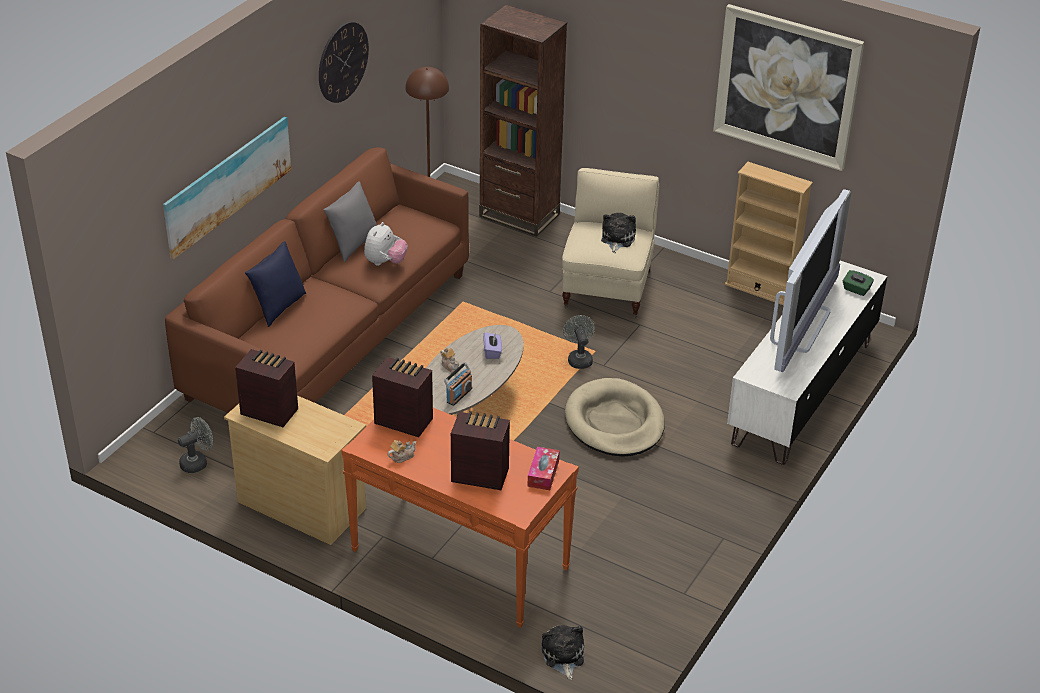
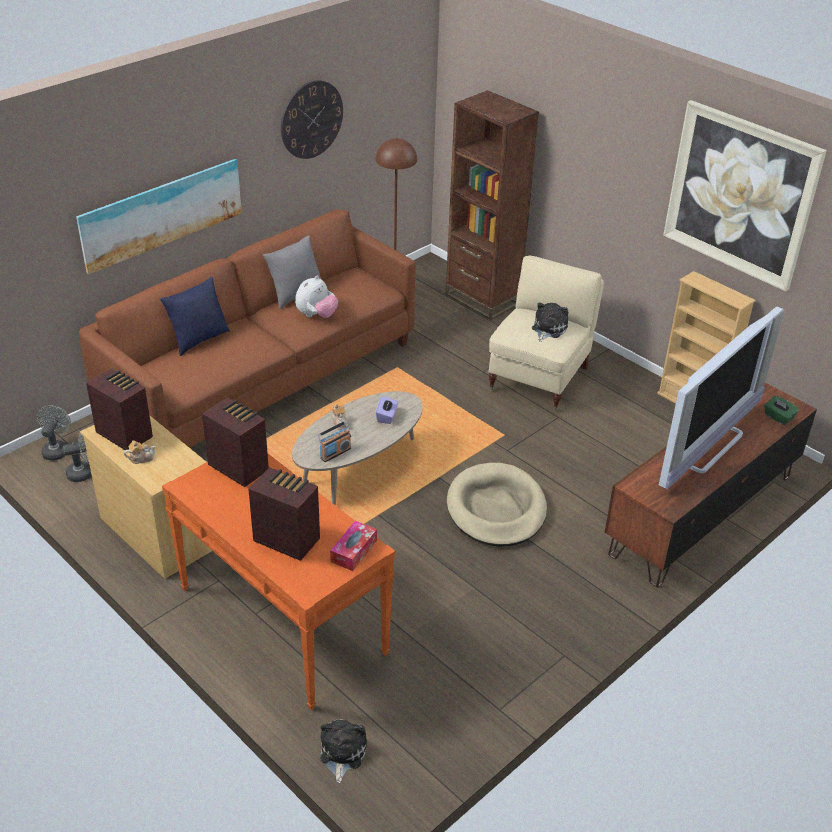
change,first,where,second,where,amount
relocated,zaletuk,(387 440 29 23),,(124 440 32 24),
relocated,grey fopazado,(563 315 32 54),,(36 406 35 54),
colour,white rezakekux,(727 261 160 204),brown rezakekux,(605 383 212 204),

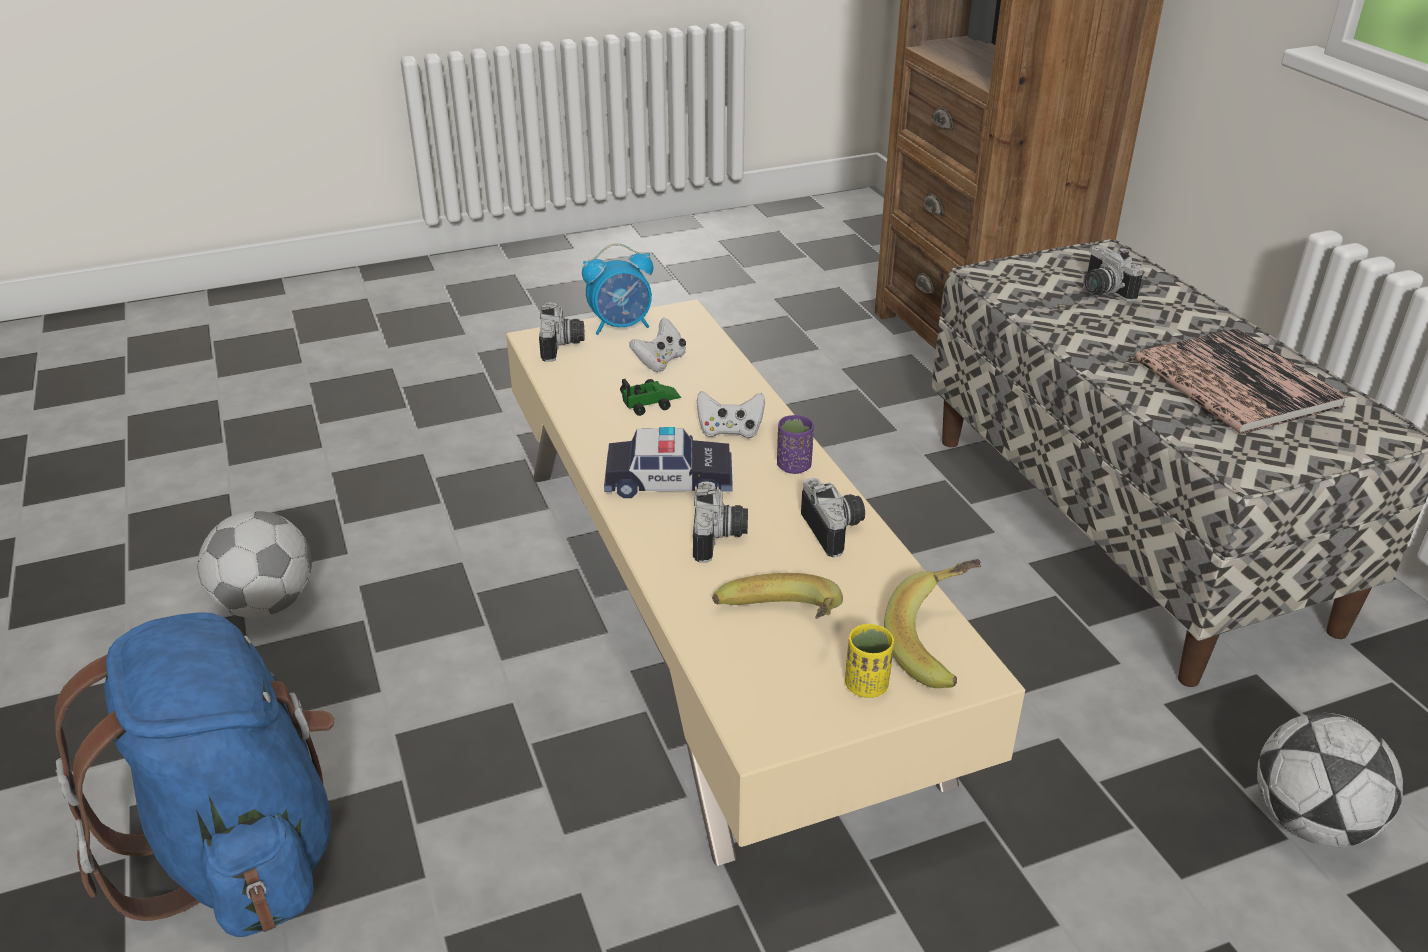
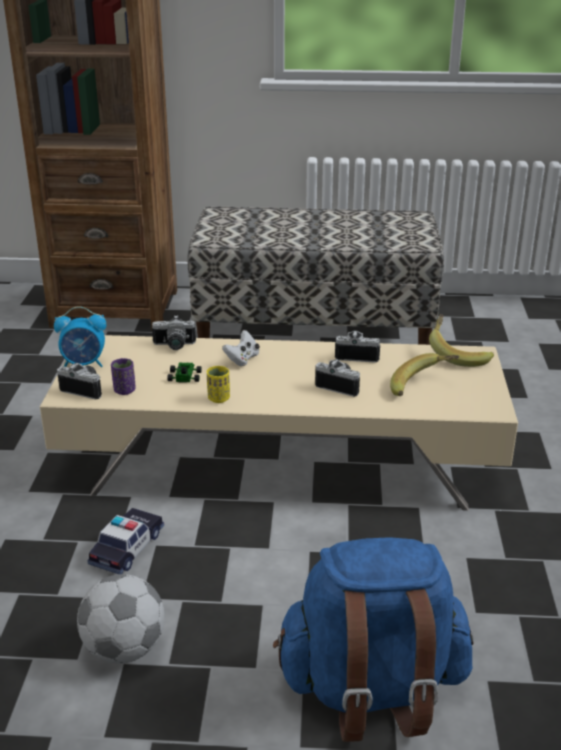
change,first,where,second,where,amount
spun,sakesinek,(582 243 71 92),,(54 306 52 61),75 degrees clockwise
relocated,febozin,(604 427 129 71),,(87 508 77 66),
missing,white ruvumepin,(629 317 57 55),,,
relocated,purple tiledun,(777 415 37 59),,(111 358 25 37),
relocated,yellow tiledun,(845 624 49 74),,(207 366 23 37),
relocated,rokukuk,(1083 245 61 57),,(152 315 44 35),
missing,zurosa,(1135 328 213 106),,,
missing,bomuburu,(1257 713 146 134),,,

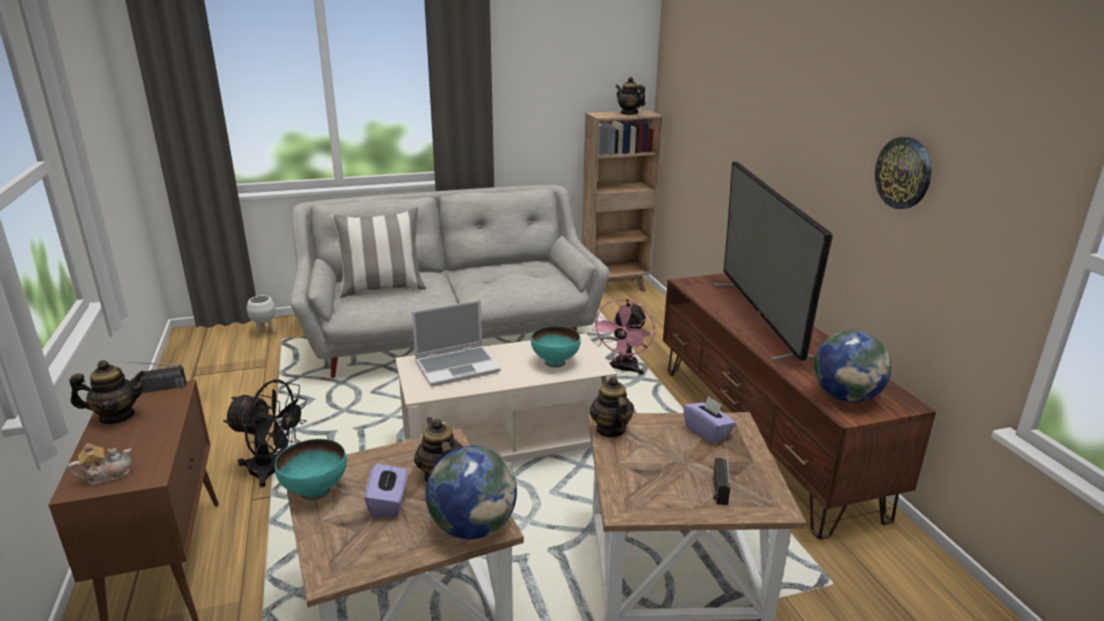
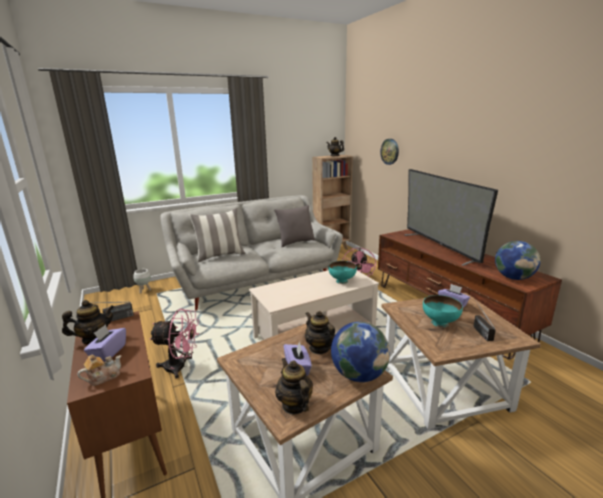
change,first,where,second,where,amount
colour,black fopazado,(223 379 84 108),pink fopazado,(149 309 50 70),
relocated,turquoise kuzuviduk,(275 439 72 62),,(423 295 40 32),
missing,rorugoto,(412 300 88 87),,,
relocated,zaletuk,(590 376 44 62),,(275 358 38 57),
relocated,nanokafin,(875 137 56 72),,(380 139 19 26),
appeared,,,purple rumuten,(84 324 42 38),
appeared,,,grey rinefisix,(274 205 42 42),

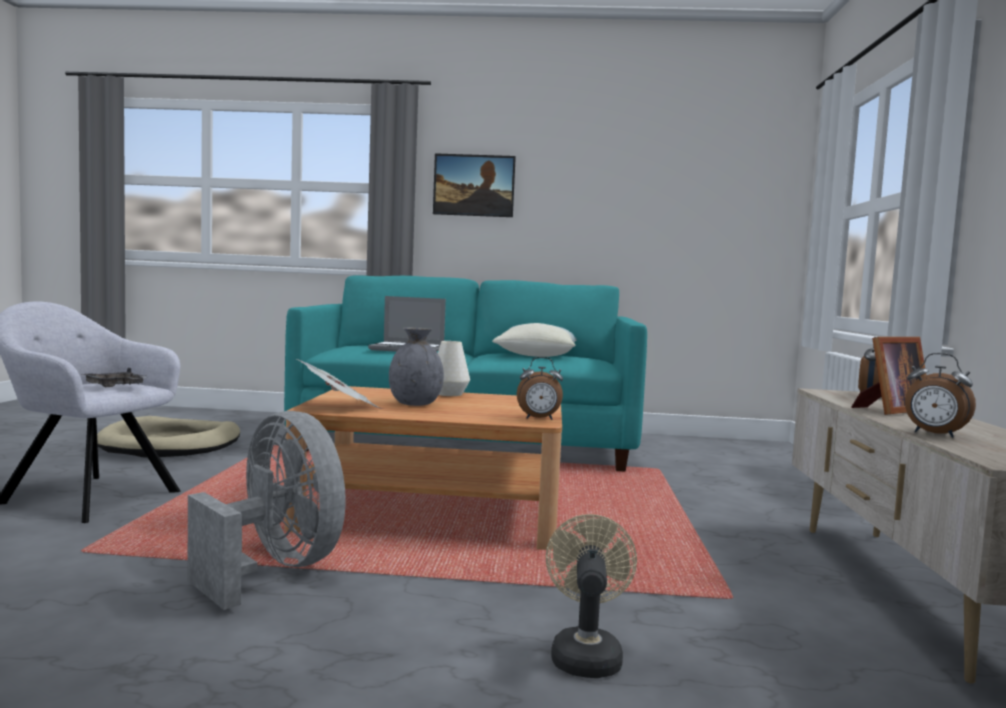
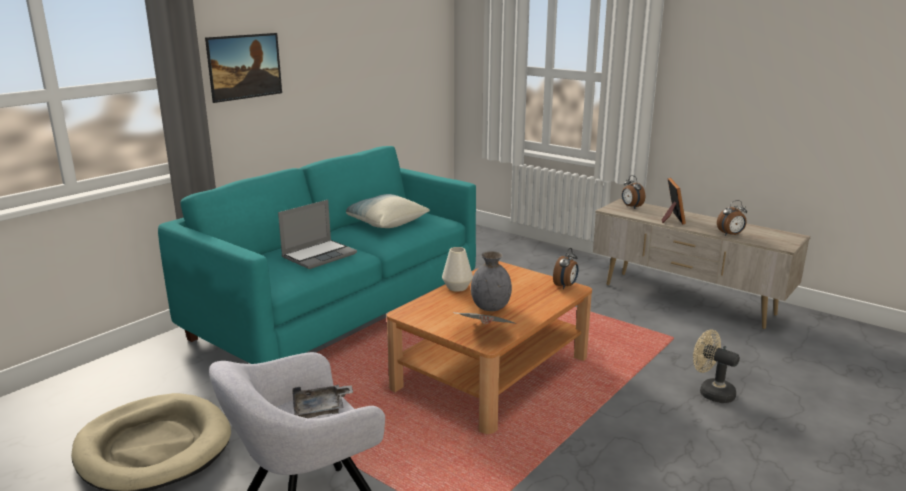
change,first,where,second,where,amount
missing,grey fopazado,(188 411 158 199),,,

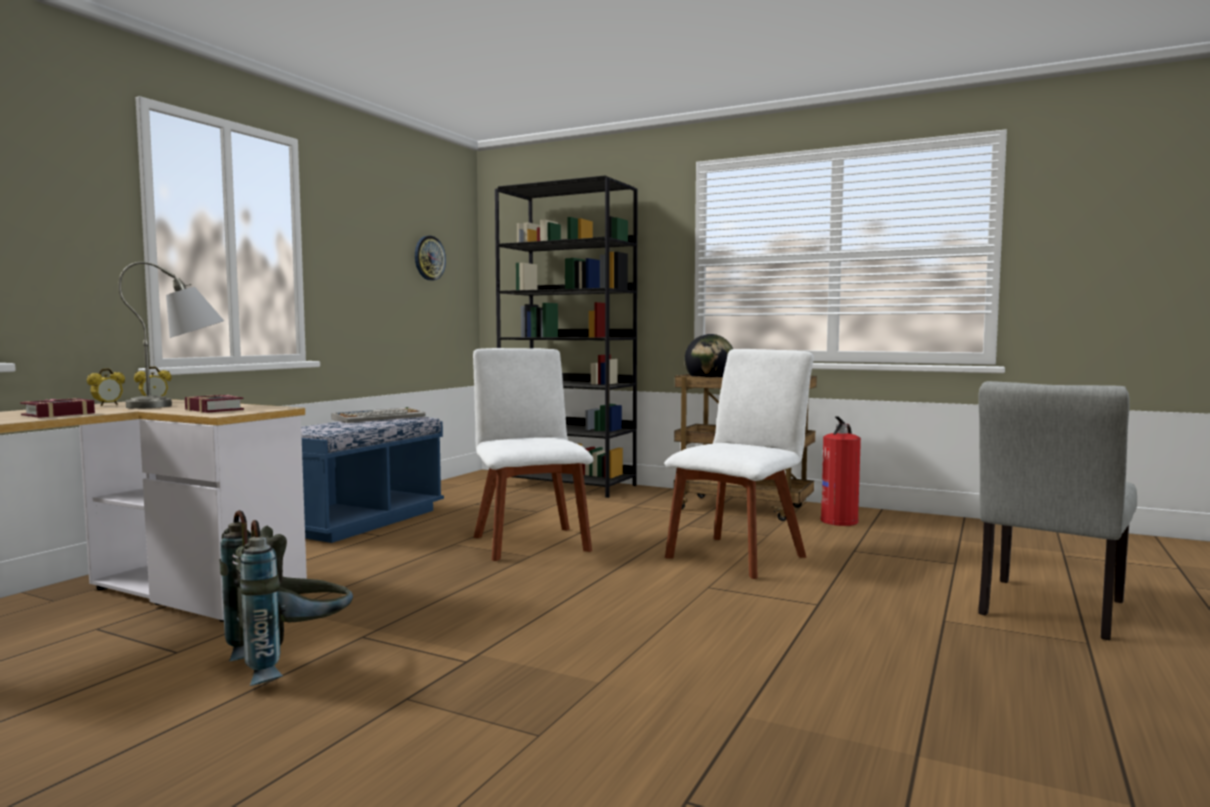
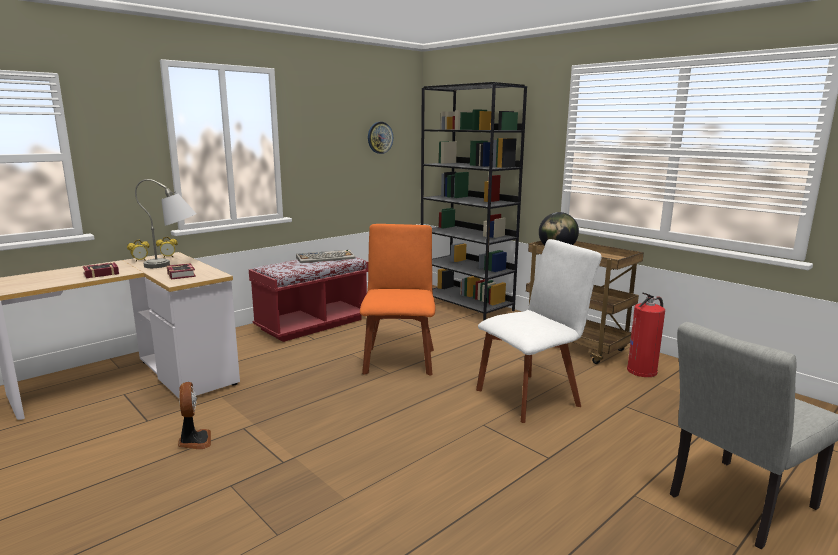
change,first,where,second,where,amount
exchanged,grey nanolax,(219 510 134 176),fopazado,(178 382 33 67),
colour,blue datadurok,(301 417 143 126),red datadurok,(249 257 119 85),
colour,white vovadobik,(473 348 120 213),orange vovadobik,(360 224 76 151),

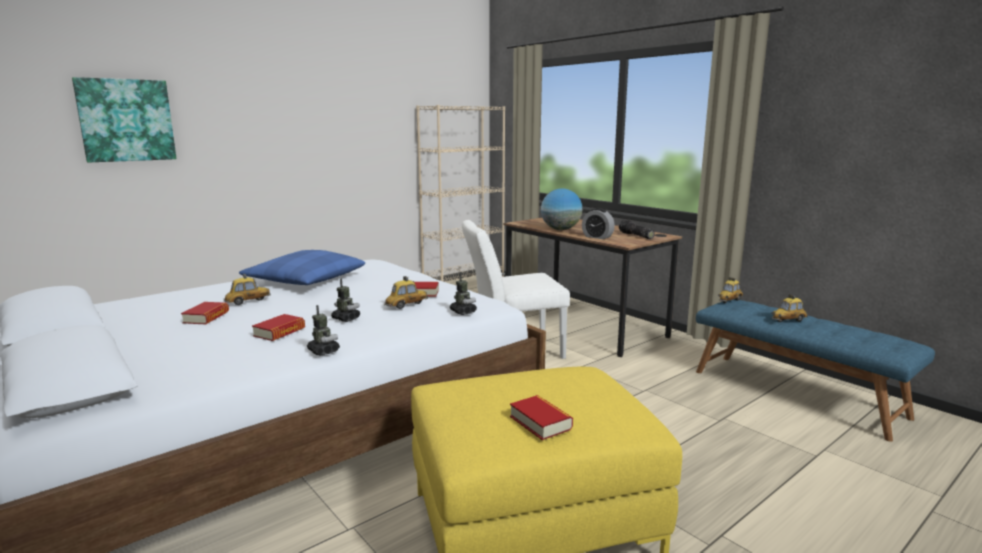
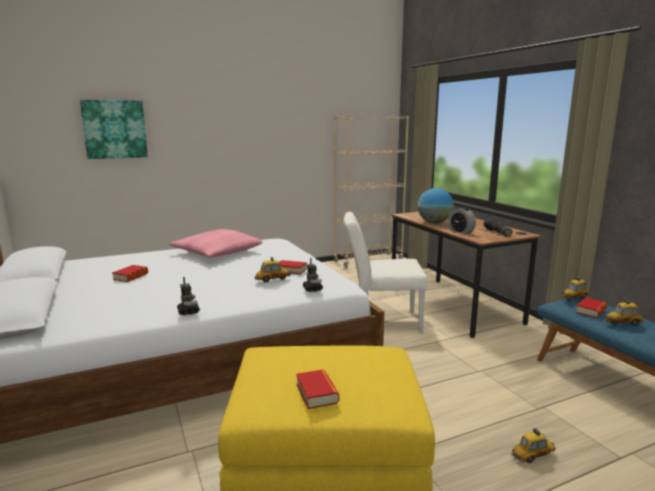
change,first,where,second,where,amount
relocated,febozin,(224 273 47 32),,(511 428 45 35),
colour,blue rinefisix,(239 250 126 35),pink rinefisix,(169 229 93 28),
relocated,zurosa,(252 314 53 27),,(576 297 31 21),
missing,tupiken,(331 279 29 43),,,

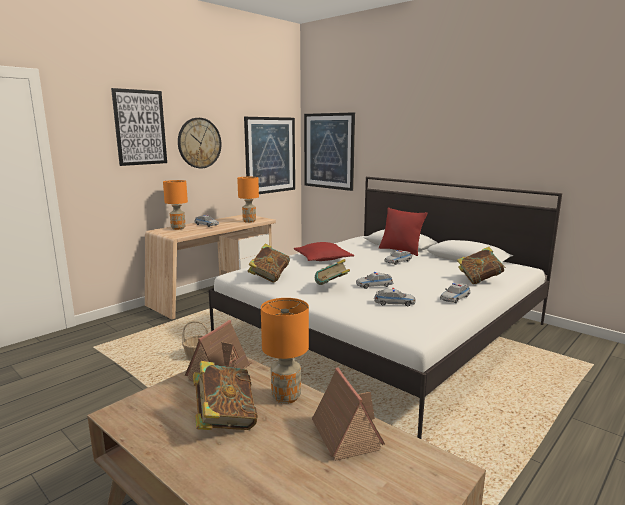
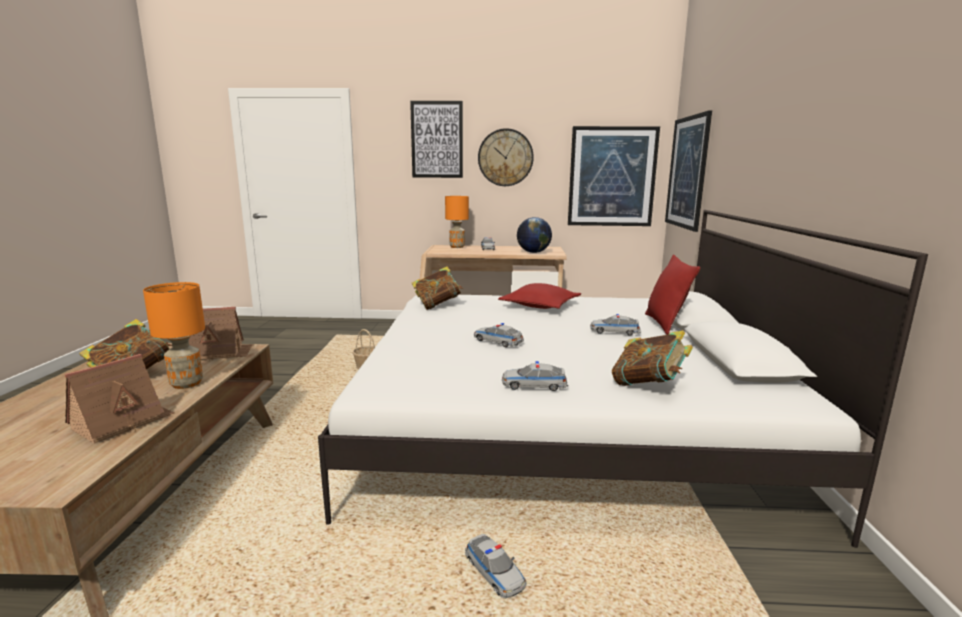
change,first,where,second,where,amount
exchanged,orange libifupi,(237 177 22 46),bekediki,(517 217 35 36),
missing,zurosa,(315 259 35 26),,,
relocated,febozin,(374 288 42 18),,(465 534 61 64),

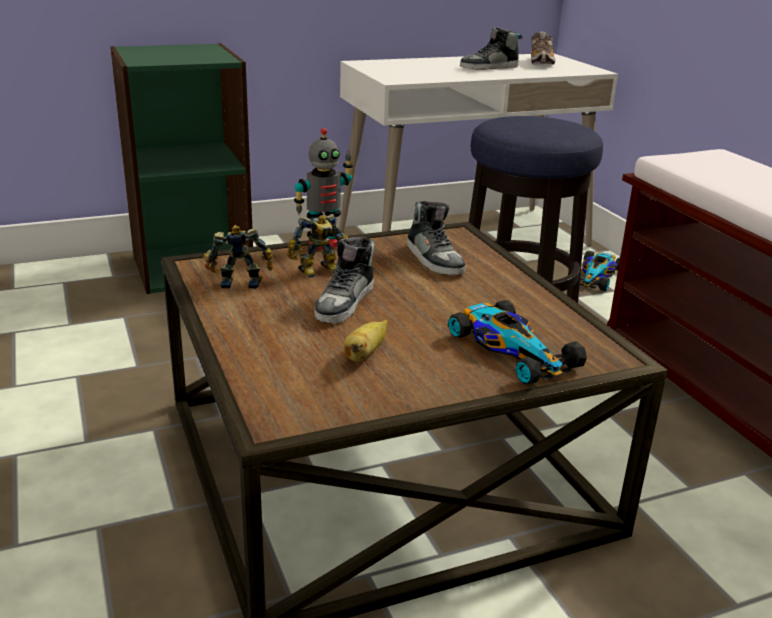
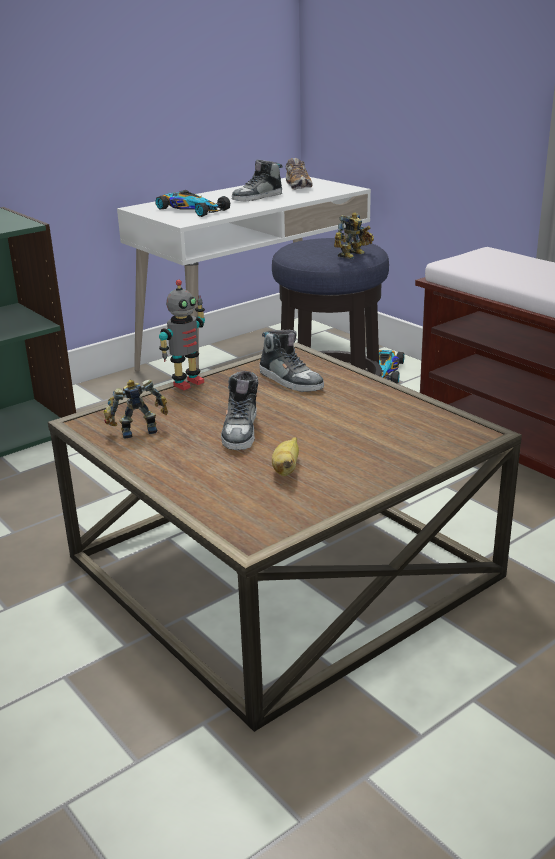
change,first,where,second,where,amount
relocated,tupiken,(287 214 61 64),,(334 213 40 46),
relocated,febozin,(448 300 139 85),,(155 190 75 27),

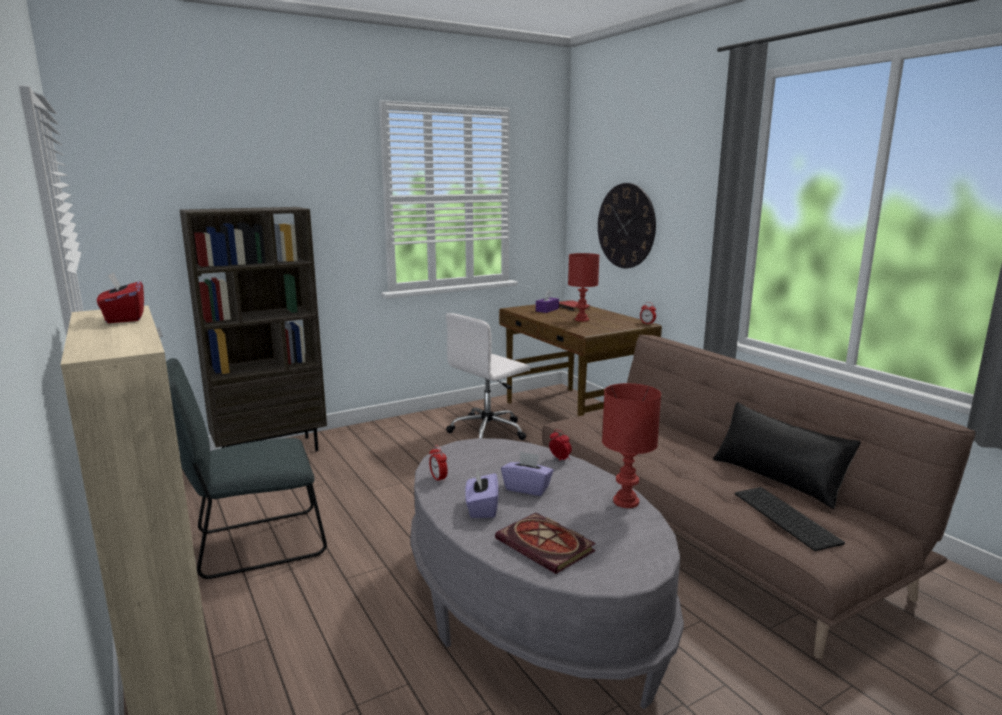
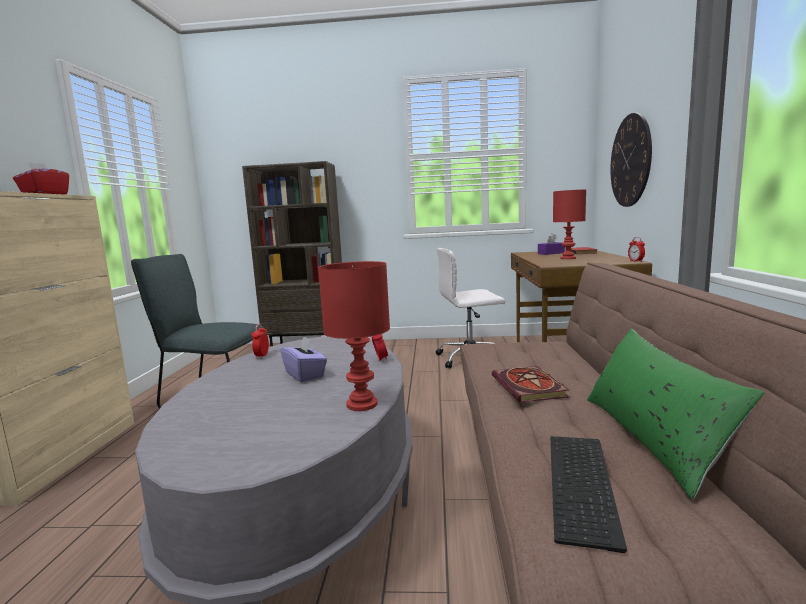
change,first,where,second,where,amount
missing,purple rumuten,(465 468 34 50),,,
relocated,zurosa,(495 513 101 61),,(492 366 77 36),
colour,black rinefisix,(713 402 148 107),green rinefisix,(587 329 178 170),

